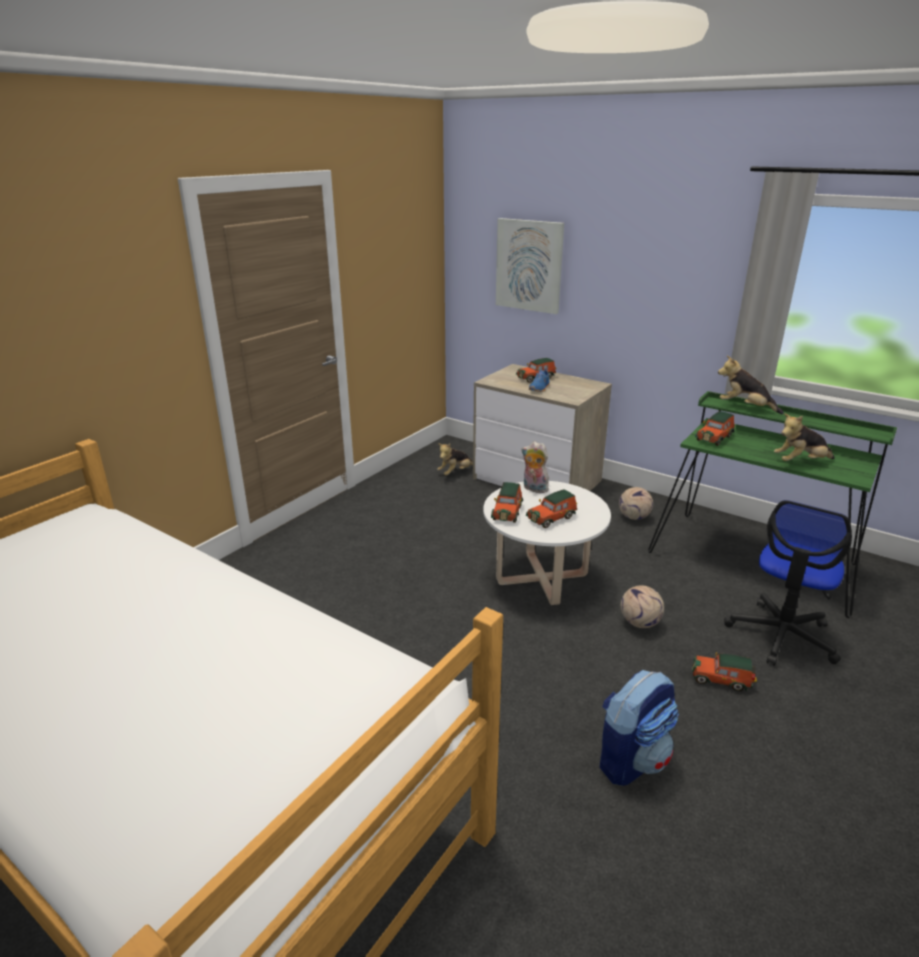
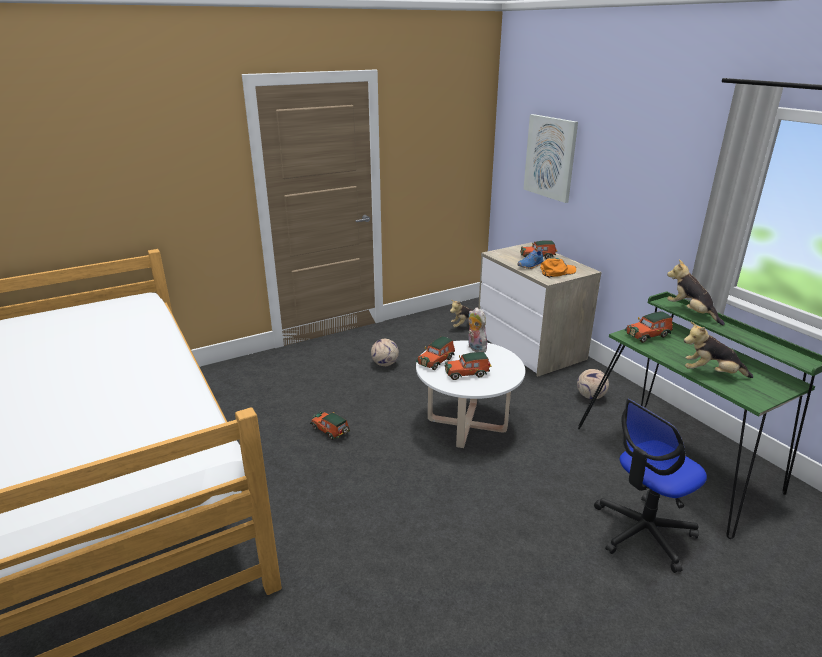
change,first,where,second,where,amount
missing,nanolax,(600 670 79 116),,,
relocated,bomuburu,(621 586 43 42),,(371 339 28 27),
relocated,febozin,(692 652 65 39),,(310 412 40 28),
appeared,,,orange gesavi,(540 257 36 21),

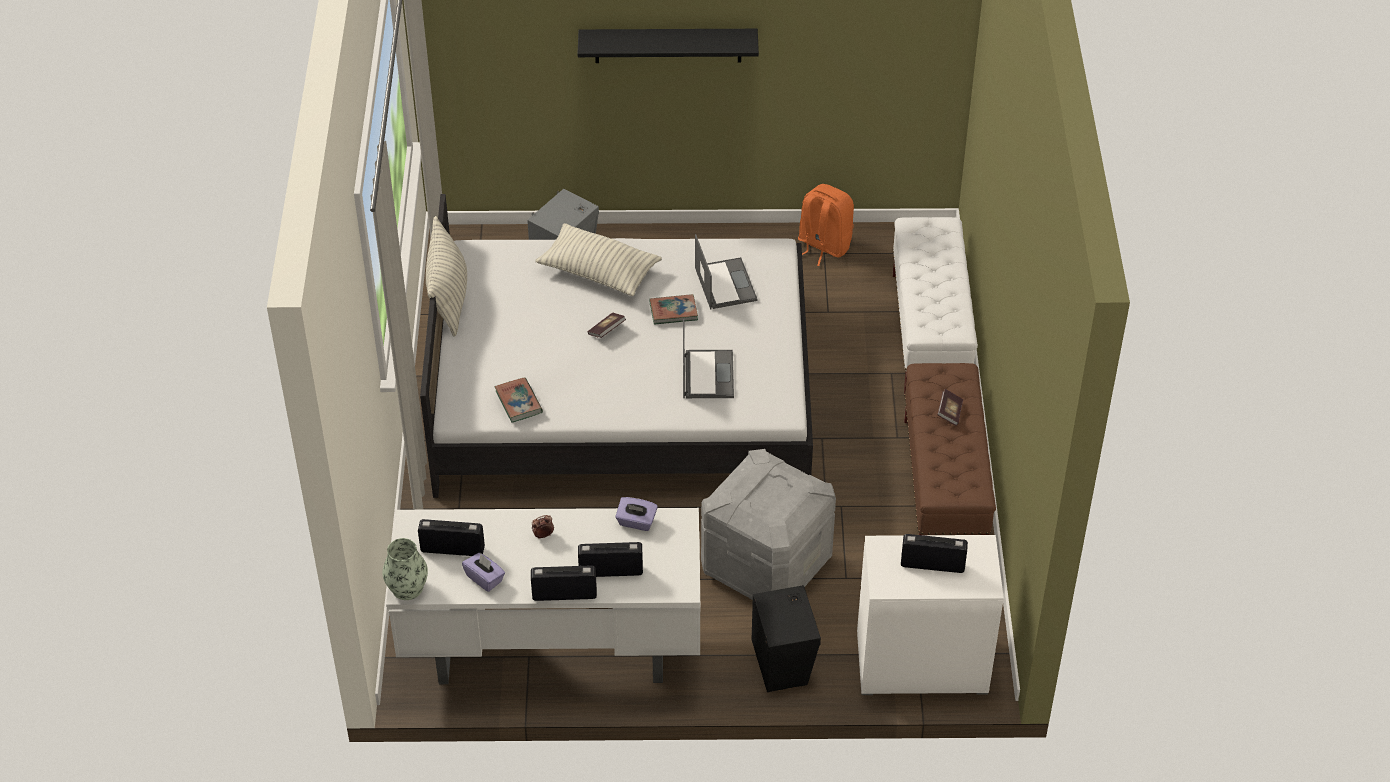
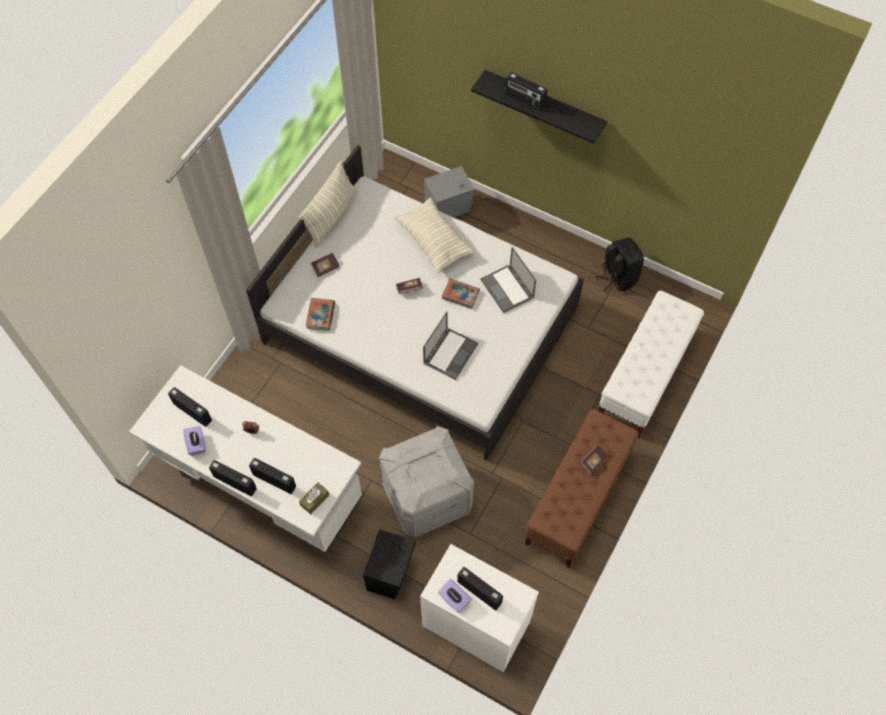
change,first,where,second,where,amount
missing,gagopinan,(382 538 46 62),,,
relocated,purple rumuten,(615 497 43 34),,(438 579 34 34),
spun,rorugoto,(695 234 62 75),,(480 247 56 66),135 degrees clockwise
colour,orange nanolax,(798 184 56 82),black nanolax,(595 238 49 53),
appeared,,,brown rumuten,(299 482 30 32),
appeared,,,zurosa,(311 253 29 24),
appeared,,,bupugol,(505 72 42 39),

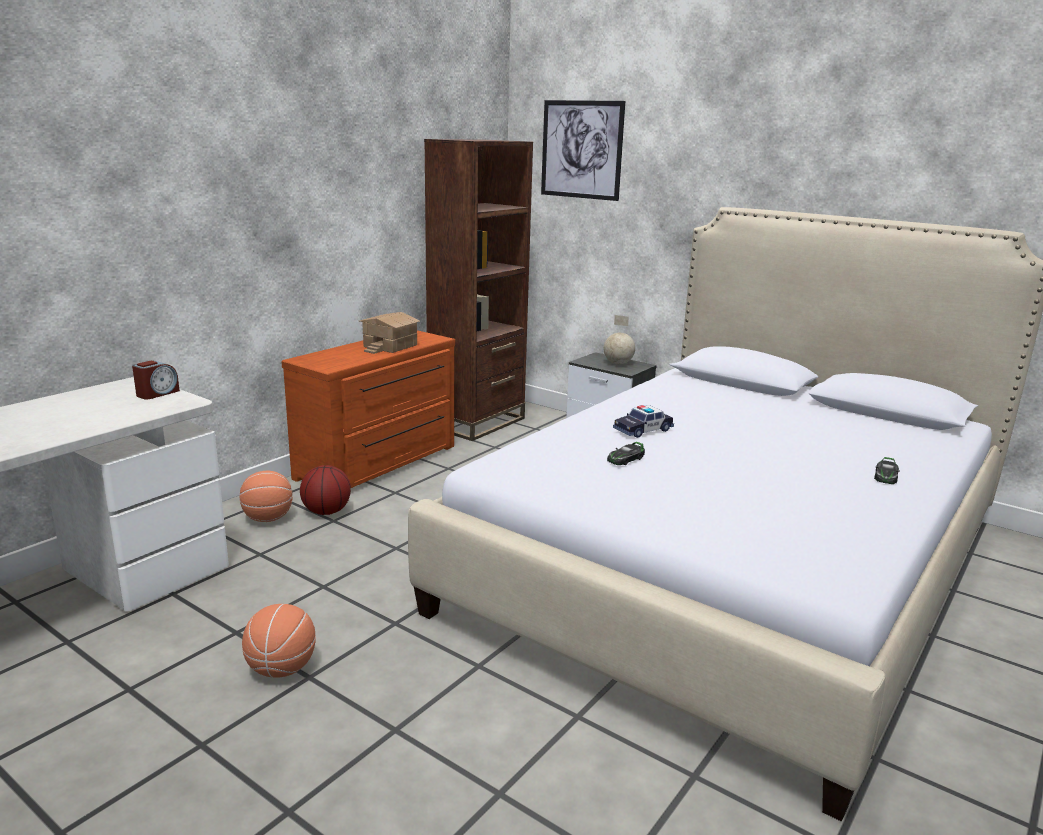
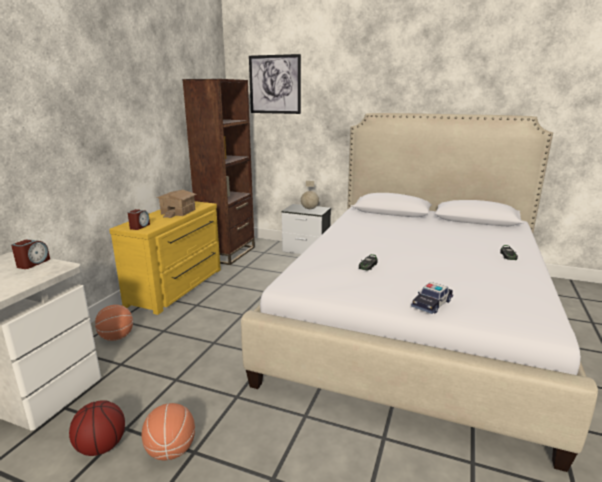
change,first,where,second,where,amount
colour,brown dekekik,(282 330 173 158),yellow dekekik,(109 201 112 114),
relocated,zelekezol,(300 465 51 50),,(69 400 56 56),
relocated,febozin,(613 405 61 33),,(411 282 42 32),
appeared,,,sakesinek,(128 209 22 21),

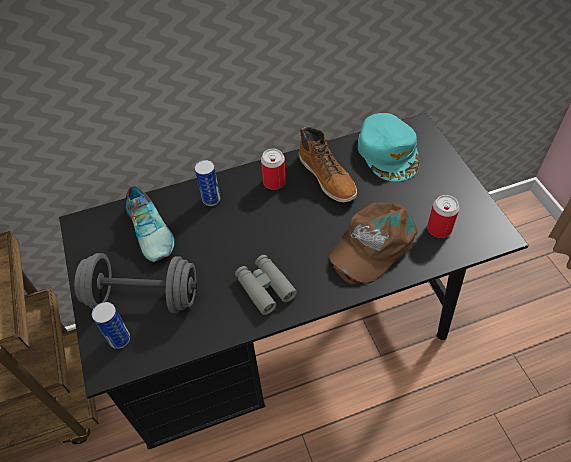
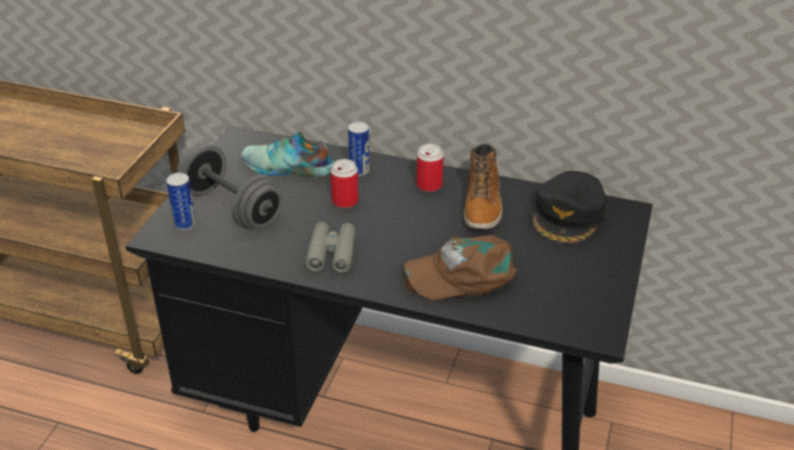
change,first,where,second,where,amount
spun,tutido,(126 186 49 76),,(241 132 93 46),90 degrees clockwise
colour,turquoise gesavi,(358 113 62 68),black gesavi,(532 171 75 74),
relocated,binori,(427 195 32 43),,(330 159 29 49),

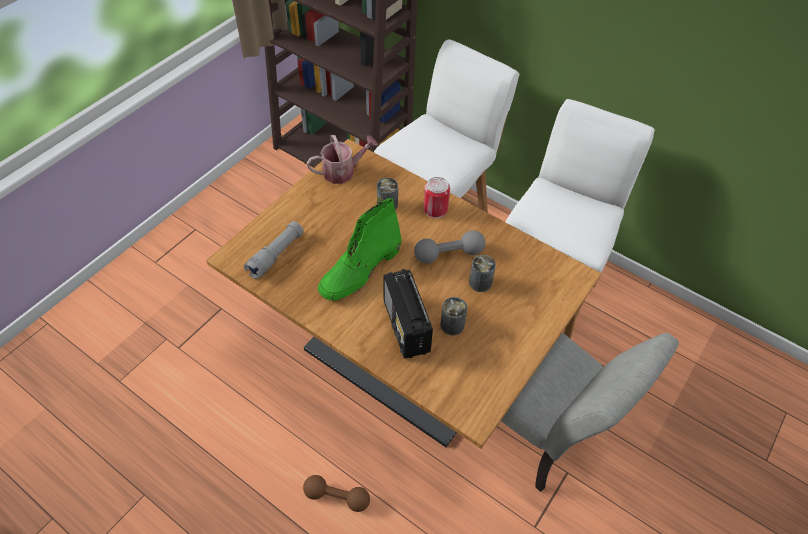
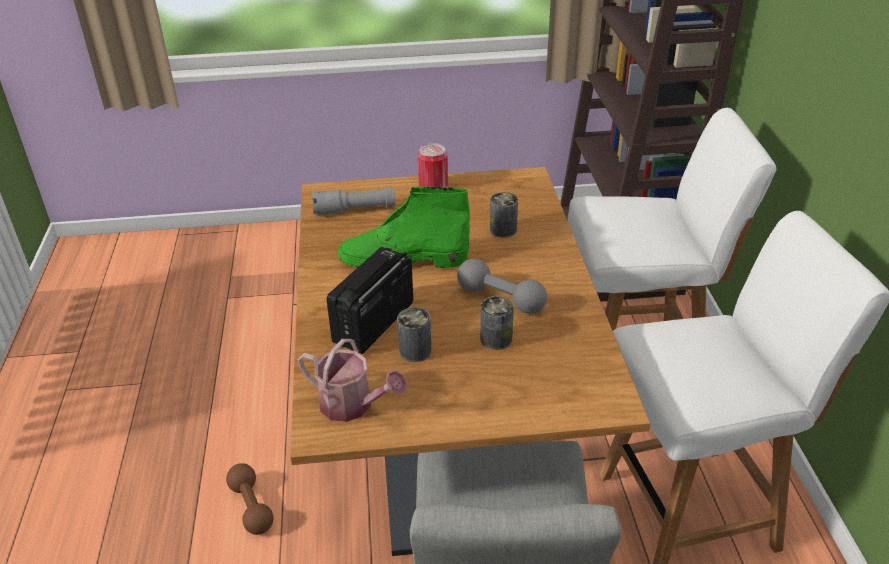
change,first,where,second,where,amount
relocated,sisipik,(307 135 71 49),,(298 339 109 83),
relocated,binori,(423 177 27 41),,(418 143 30 44),

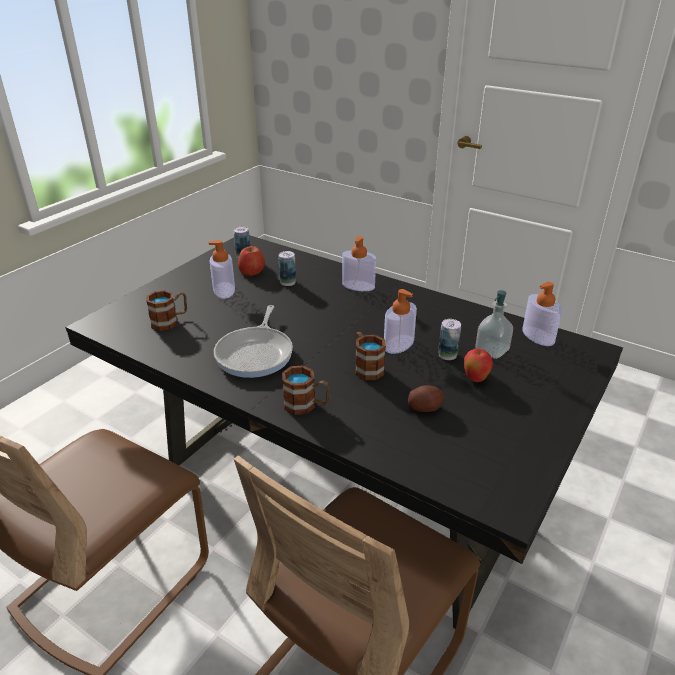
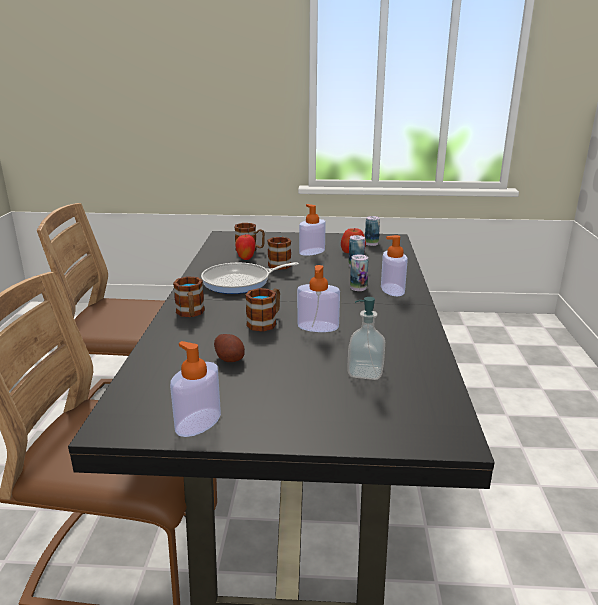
change,first,where,second,where,amount
relocated,binori,(438 319 23 41),,(350 255 19 36),
relocated,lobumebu,(464 348 29 34),,(235 234 20 26),
relocated,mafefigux,(522 282 40 64),,(170 341 51 96),
appeared,,,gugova,(267 236 24 34),

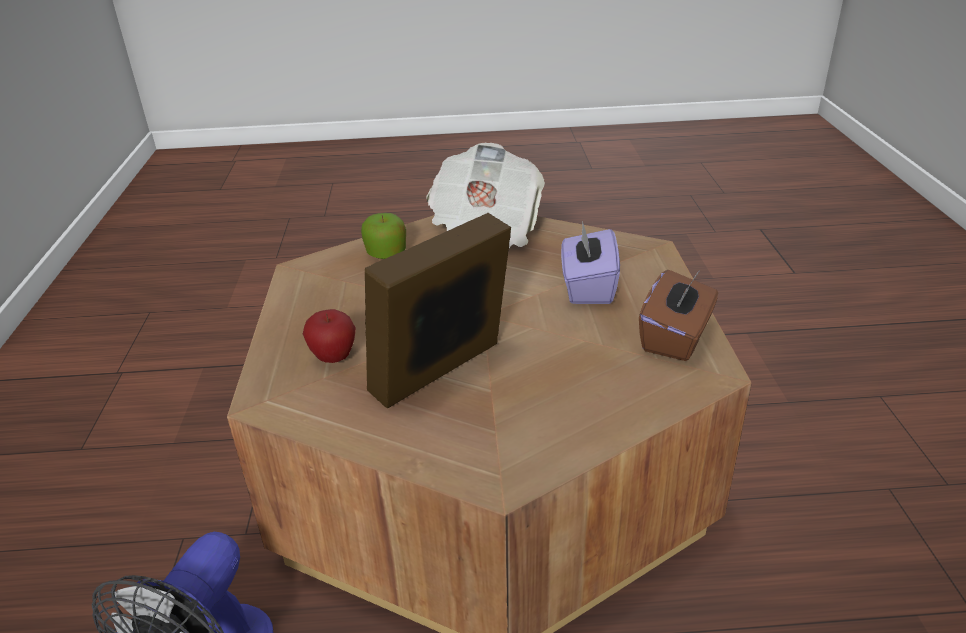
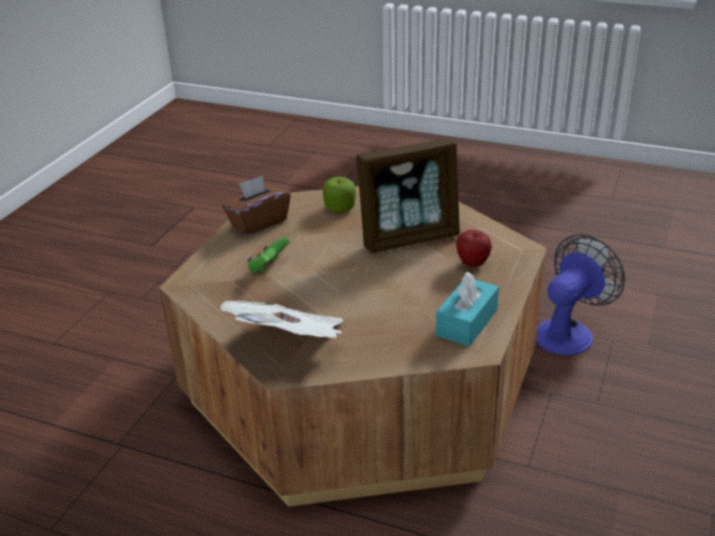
change,first,where,second,where,amount
relocated,lobumebu,(361 213 45 46),,(323 177 33 36),
exchanged,purple rumuten,(561 221 59 83),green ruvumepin,(247 237 42 36),
appeared,,,turquoise rumuten,(436 272 63 75),

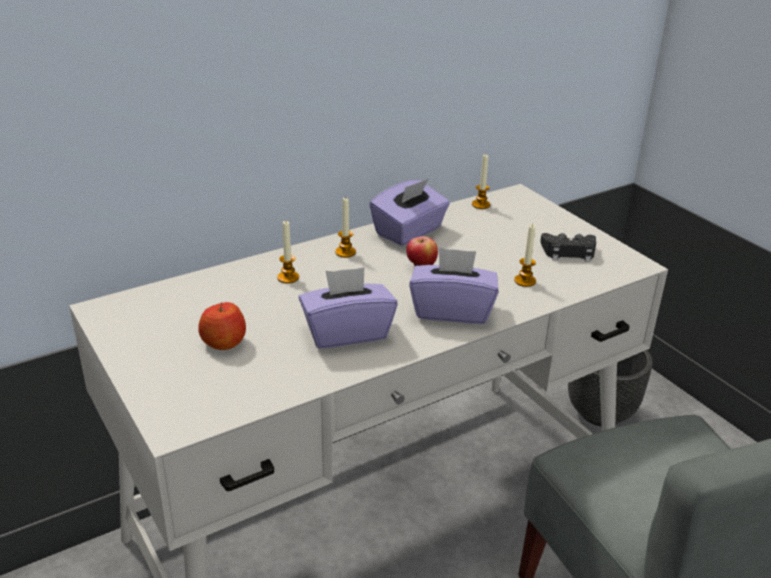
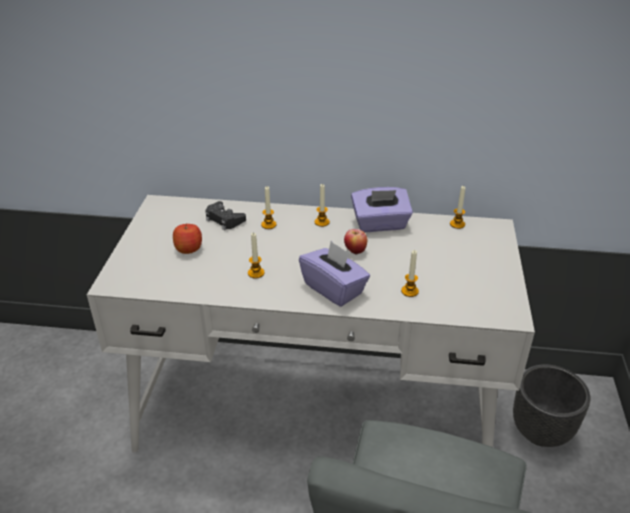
change,first,where,second,where,amount
exchanged,purple rumuten,(299 267 99 82),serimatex,(248 232 17 46),
relocated,black ruvumepin,(540 233 56 29),,(205 201 41 29),

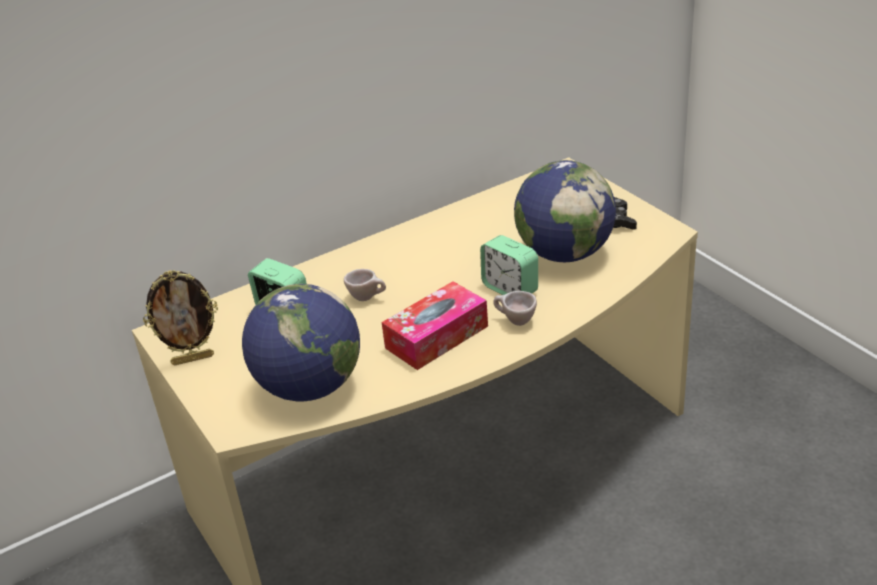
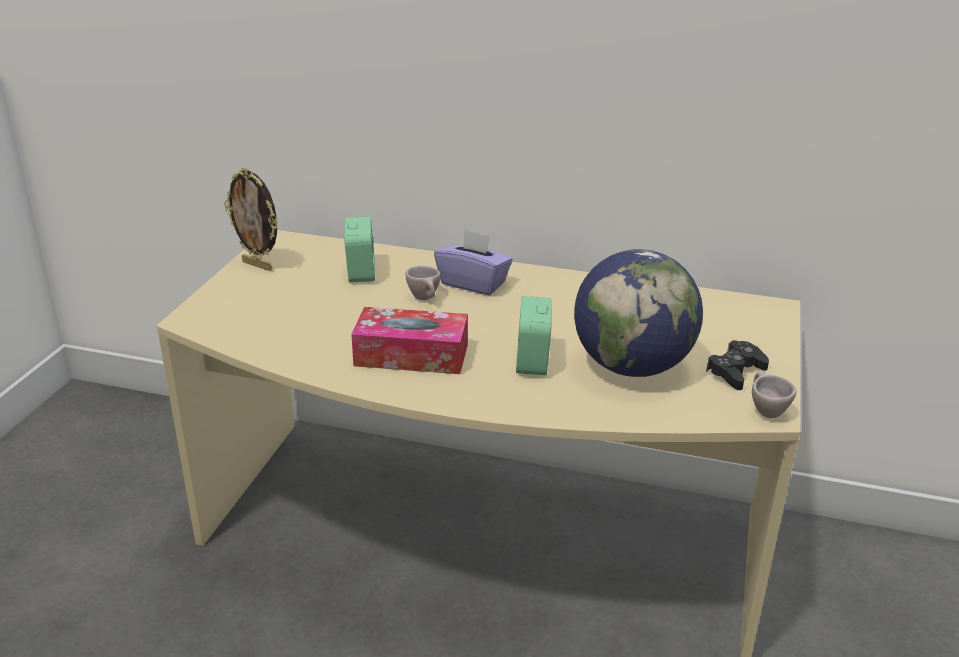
change,first,where,second,where,amount
missing,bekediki,(242 284 118 118),,,
relocated,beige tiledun,(493 291 44 35),,(752 371 45 47),
appeared,,,purple rumuten,(434 229 79 66),

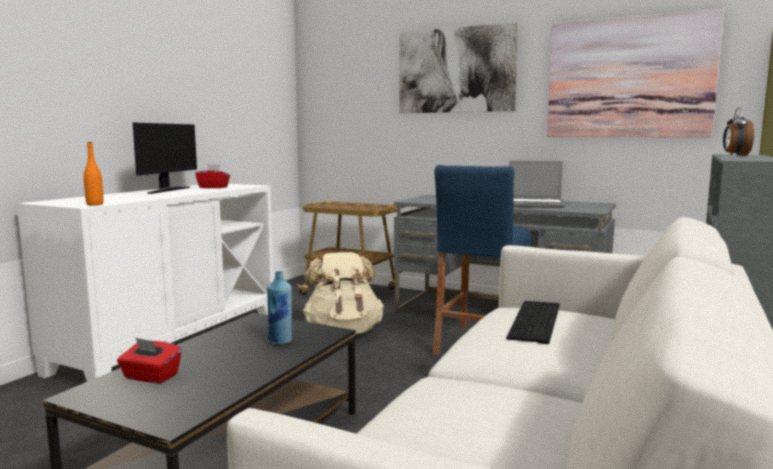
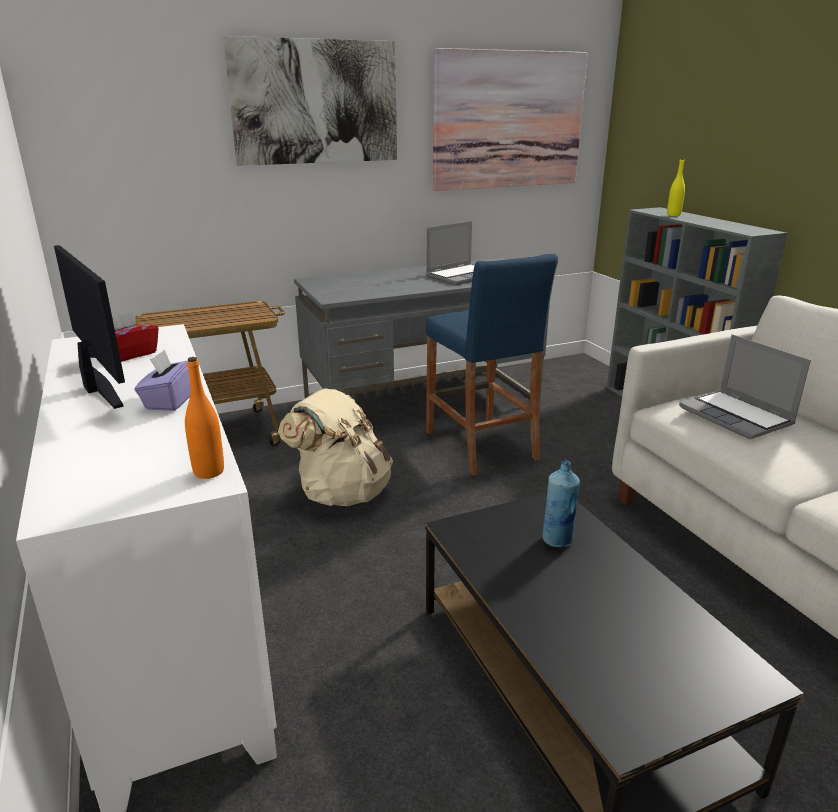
change,first,where,second,where,amount
missing,red rumuten,(117 338 65 46),,,
exchanged,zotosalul,(507 301 53 43),rorugoto,(679 334 132 105),
exchanged,sakesinek,(723 108 31 48),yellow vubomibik,(667 158 18 58),
appeared,,,purple rumuten,(135 349 56 62),

